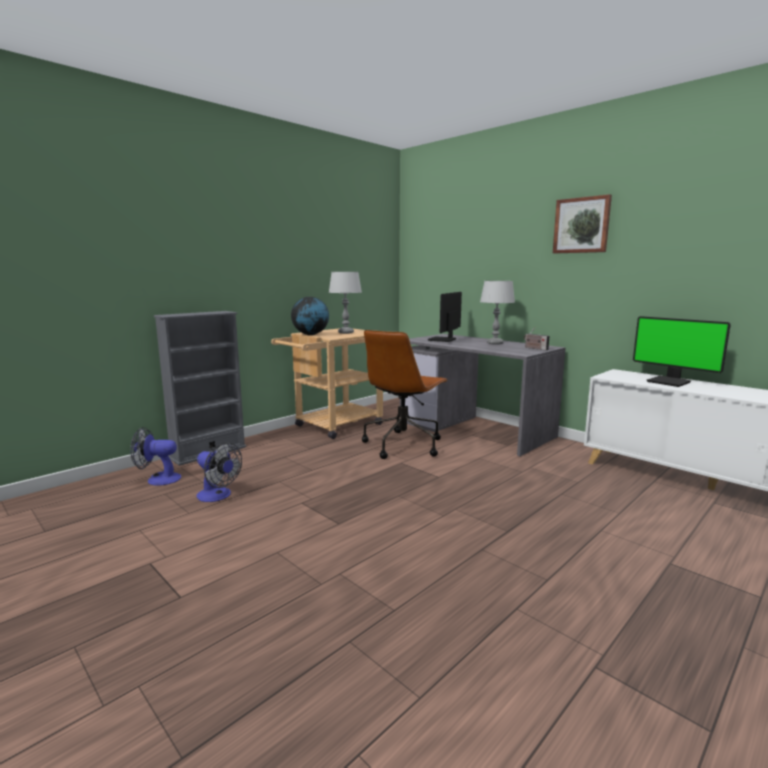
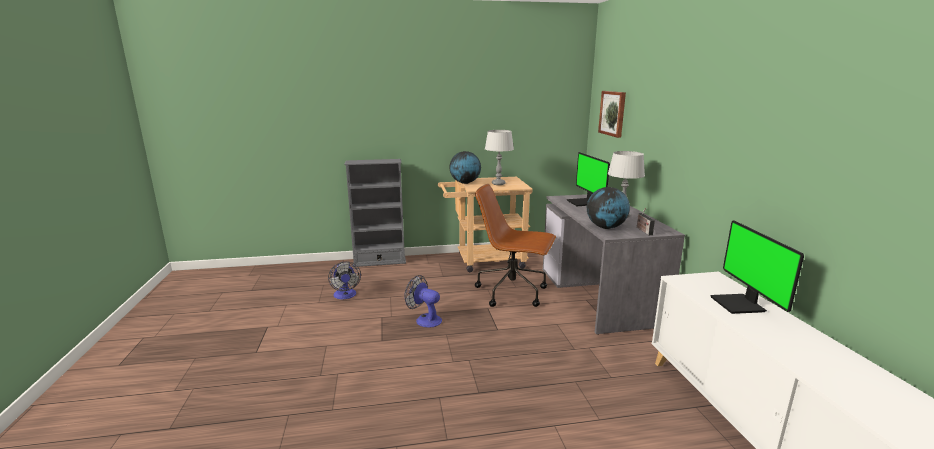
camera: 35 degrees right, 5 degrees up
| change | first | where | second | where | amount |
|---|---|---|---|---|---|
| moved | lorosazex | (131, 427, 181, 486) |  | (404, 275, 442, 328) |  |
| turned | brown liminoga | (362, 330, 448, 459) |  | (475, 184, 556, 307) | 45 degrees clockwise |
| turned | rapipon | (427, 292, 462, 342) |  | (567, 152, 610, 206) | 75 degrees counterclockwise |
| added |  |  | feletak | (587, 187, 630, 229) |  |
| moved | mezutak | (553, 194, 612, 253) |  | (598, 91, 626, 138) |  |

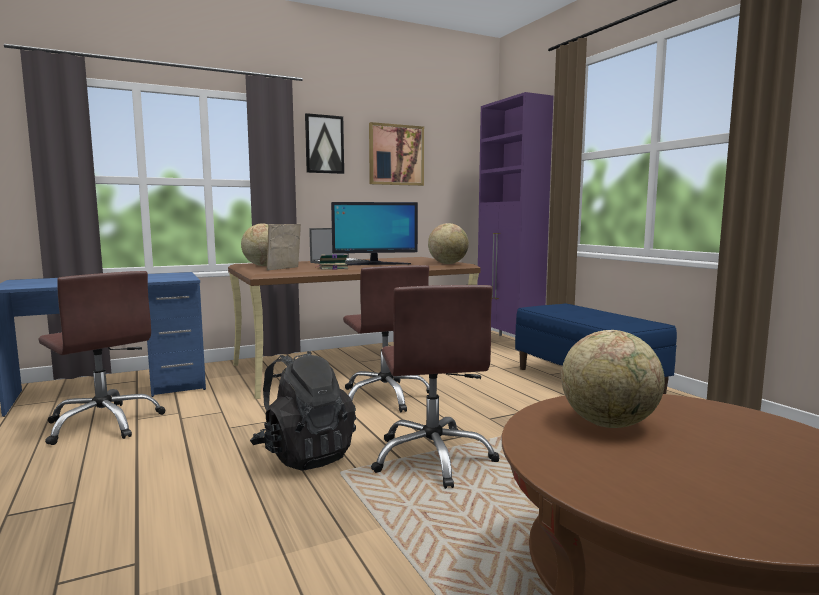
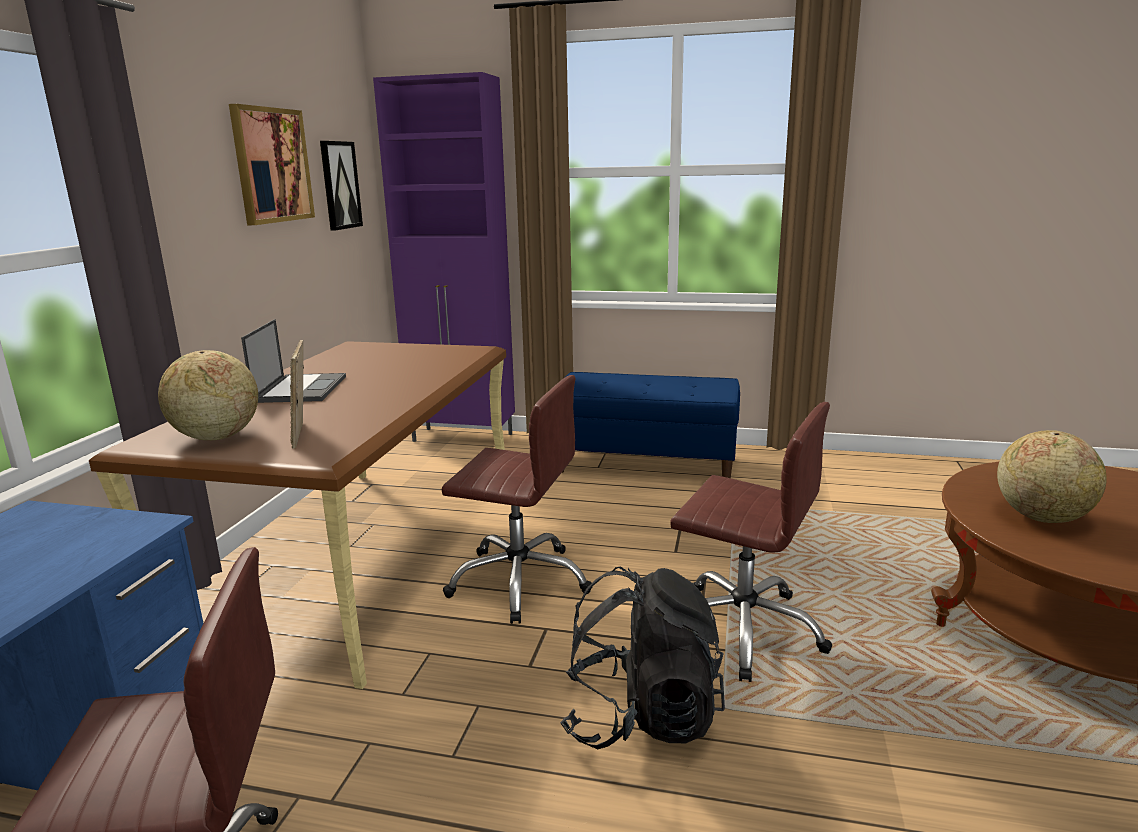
camera: 50 degrees left, 10 degrees up
| change | first | where | second | where | amount |
|---|---|---|---|---|---|
| moved | mezutak | (305, 113, 344, 174) |  | (320, 141, 363, 231) |  |
| removed | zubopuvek | (317, 254, 348, 270) |  |  |  |
| removed | rapipon | (331, 202, 418, 265) |  |  |  |
| removed | feletak | (428, 223, 469, 264) |  |  |  |

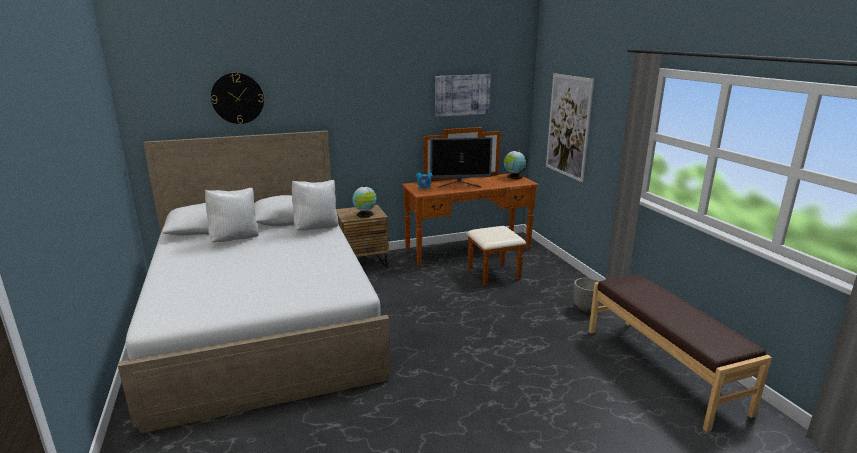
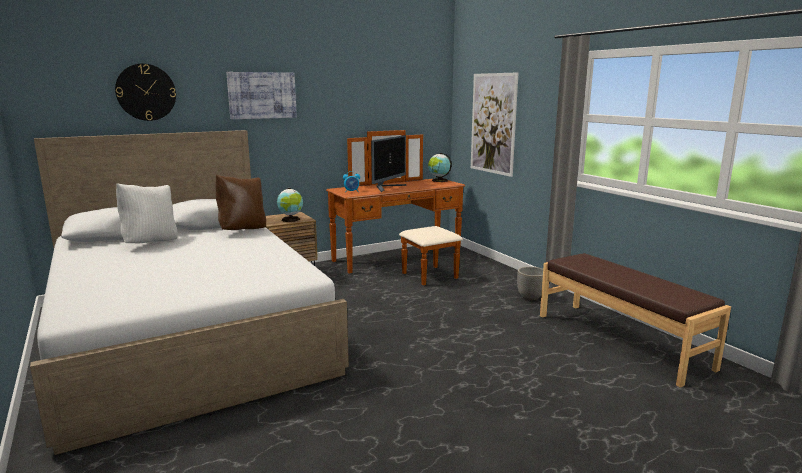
camera: 10 degrees left, 5 degrees down
| change | first | where | second | where | amount |
|---|---|---|---|---|---|
| recoloured | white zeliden | (292, 180, 338, 230) | brown zeliden | (215, 175, 266, 230) |  |
| moved | mezutak | (435, 74, 491, 117) |  | (226, 72, 297, 119) |  |
| turned | rapipon | (430, 137, 493, 188) |  | (371, 135, 406, 192) | 45 degrees counterclockwise |

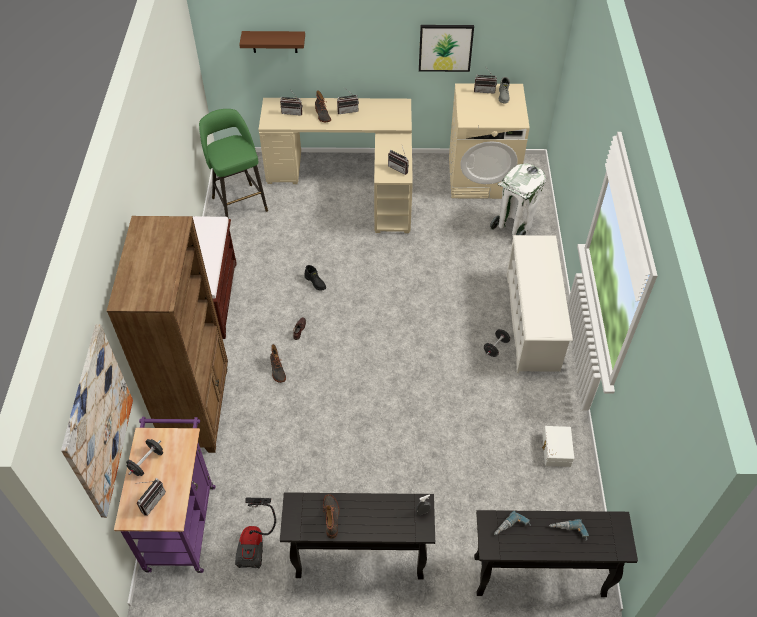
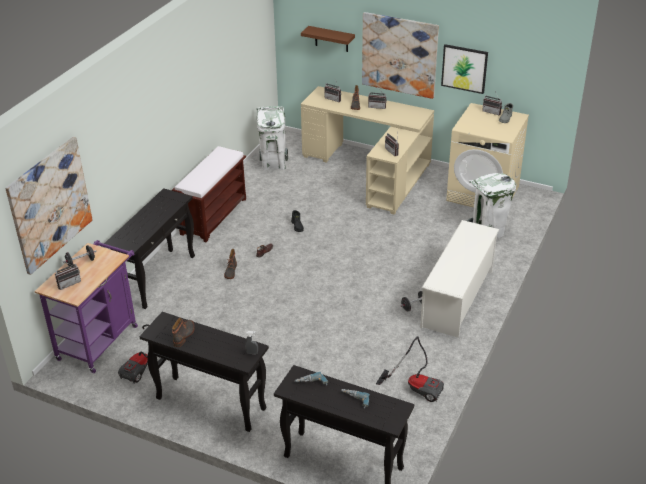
camera: 25 degrees right, 15 degrees down
| change | first | where | second | where | amount |
|---|---|---|---|---|---|
| replaced | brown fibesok | (107, 216, 228, 453) | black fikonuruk | (104, 188, 195, 309) |  |
| replaced | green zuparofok | (199, 109, 268, 219) | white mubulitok | (257, 106, 288, 170) |  |
| added |  |  | mezutak | (362, 12, 439, 99) |  |
| replaced | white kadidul | (542, 426, 574, 467) | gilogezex | (376, 336, 444, 402) |  |

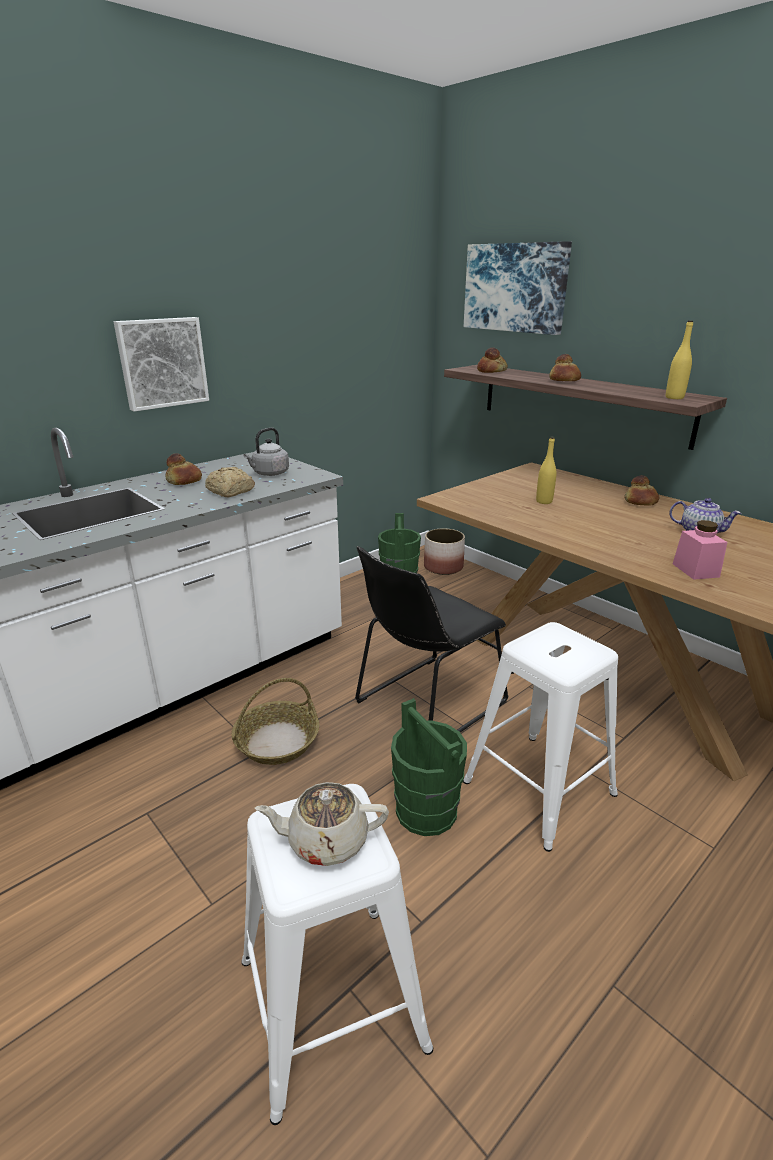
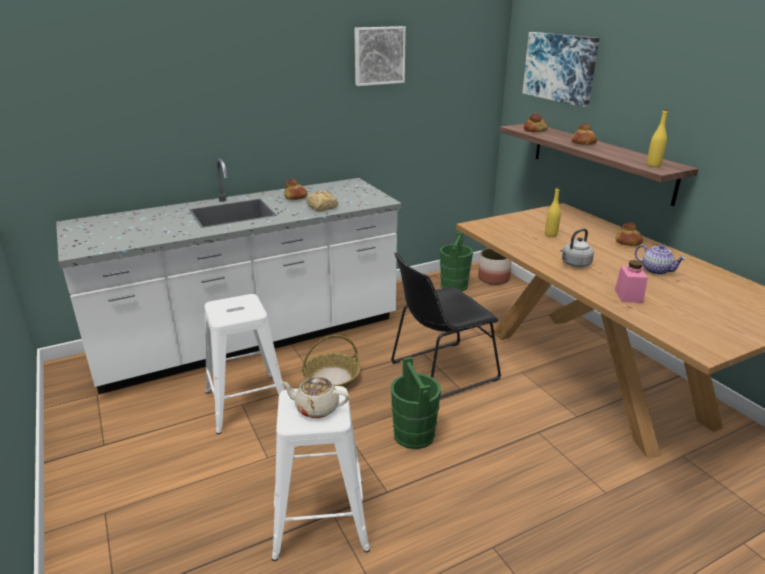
camera: 15 degrees right, 0 degrees up
| change | first | where | second | where | amount |
|---|---|---|---|---|---|
| moved | white zuparofok | (463, 622, 618, 852) |  | (204, 294, 284, 434) |  |
| moved | mezutak | (114, 317, 209, 411) |  | (354, 26, 406, 86) |  |
| moved | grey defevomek | (243, 427, 289, 476) |  | (560, 229, 594, 267) |  |

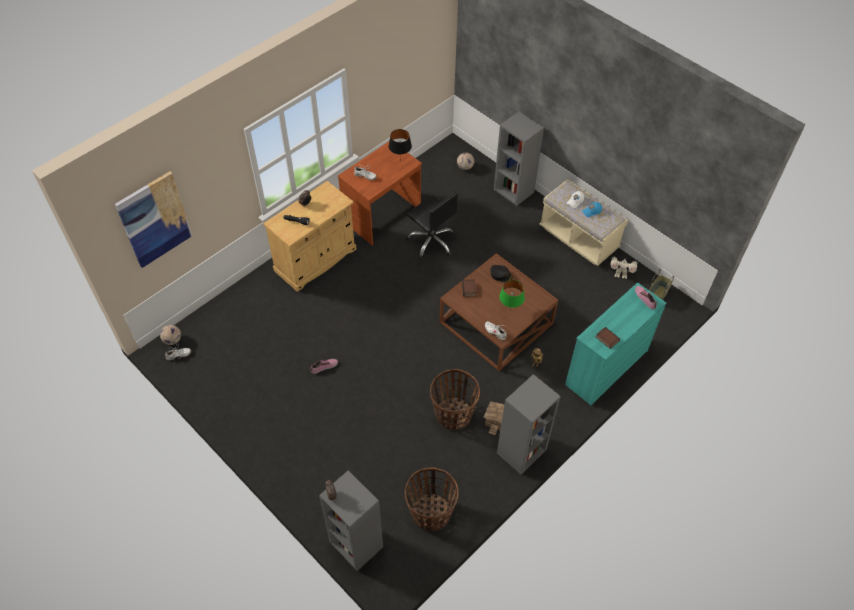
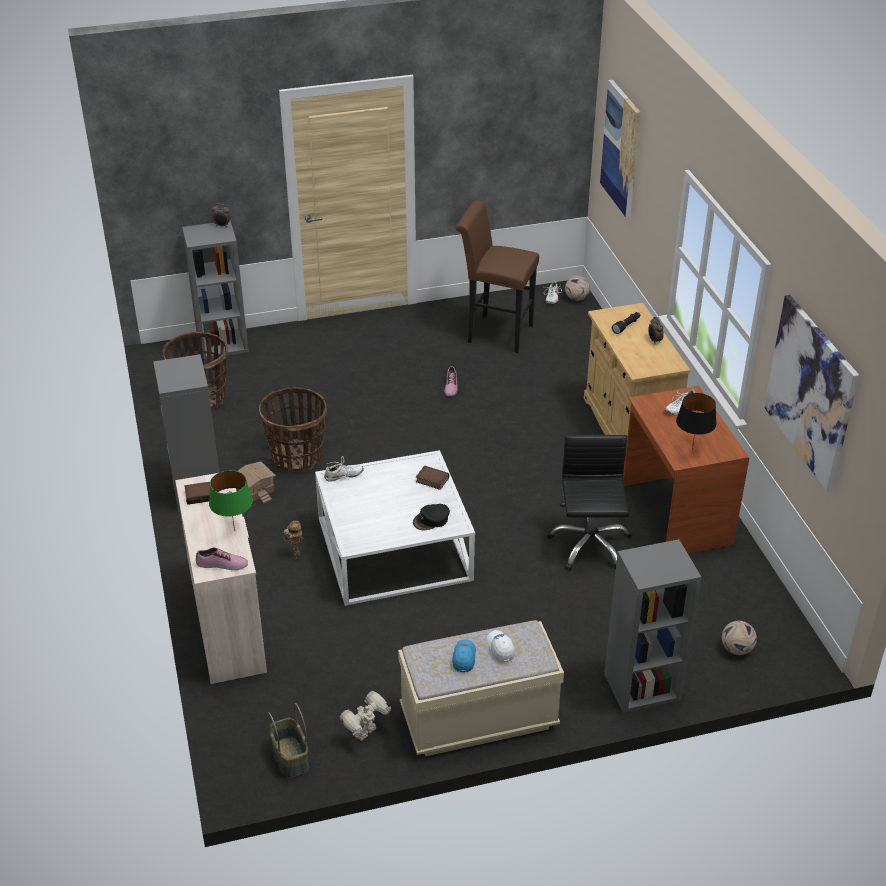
camera: 120 degrees right, 15 degrees down
| change | first | where | second | where | amount |
|---|---|---|---|---|---|
| recoloured | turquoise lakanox | (565, 282, 666, 406) | beige lakanox | (175, 473, 267, 684) |  |
| moved | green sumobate | (499, 280, 525, 309) |  | (209, 470, 253, 531) |  |
| recoloured | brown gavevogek | (439, 253, 558, 371) | white gavevogek | (315, 450, 475, 606) |  |
| added |  |  | brown zuparofok | (455, 200, 539, 353) |  |
| turned | black liminoga | (406, 192, 458, 260) |  | (547, 435, 632, 571) | 105 degrees clockwise |
| added |  |  | mezutak | (764, 295, 859, 491) |  |

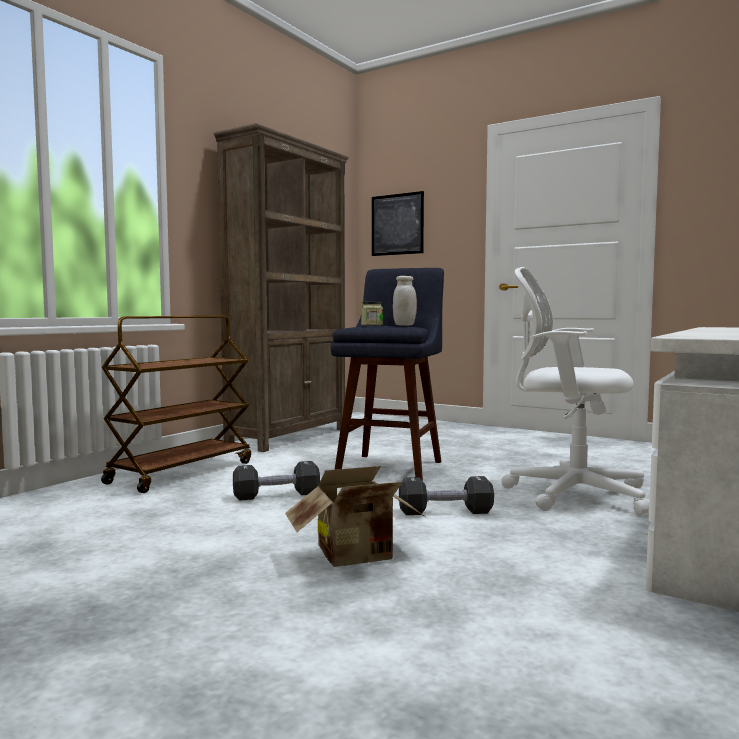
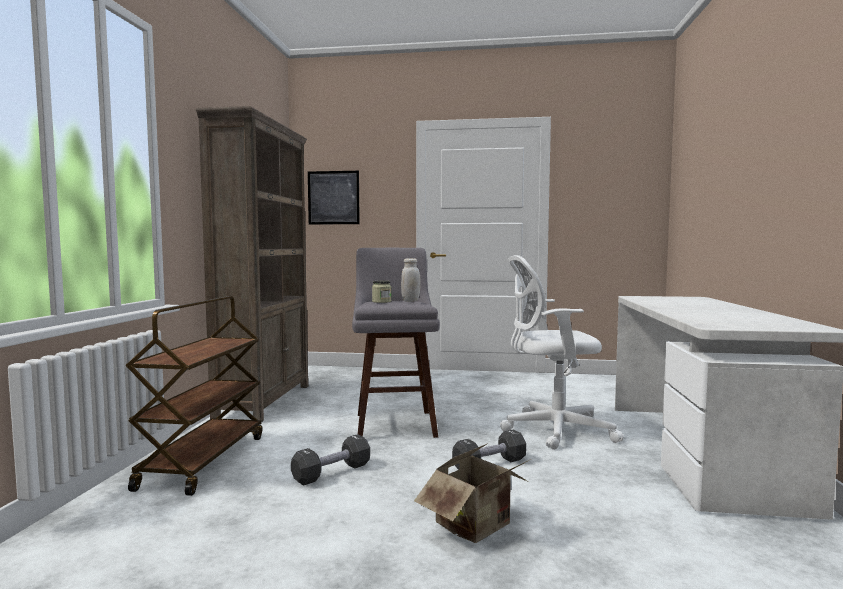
camera: 25 degrees left, 0 degrees up
| change | first | where | second | where | amount |
|---|---|---|---|---|---|
| recoloured | blue zuparofok | (331, 268, 444, 481) | grey zuparofok | (352, 248, 440, 438) |  |

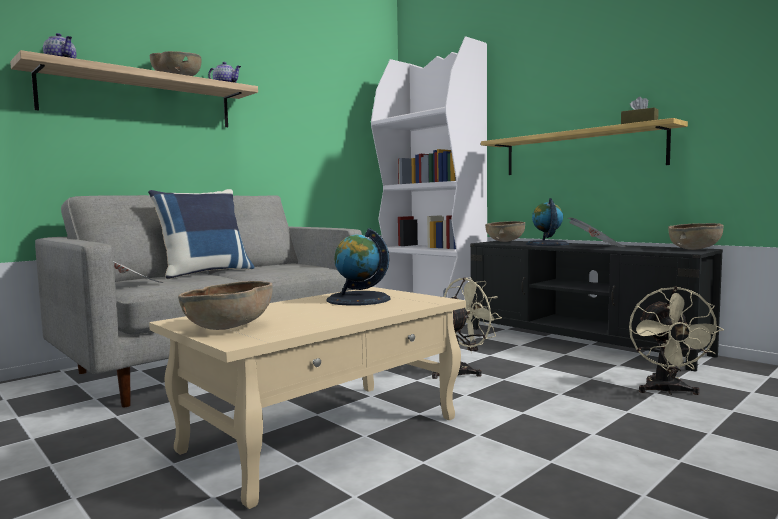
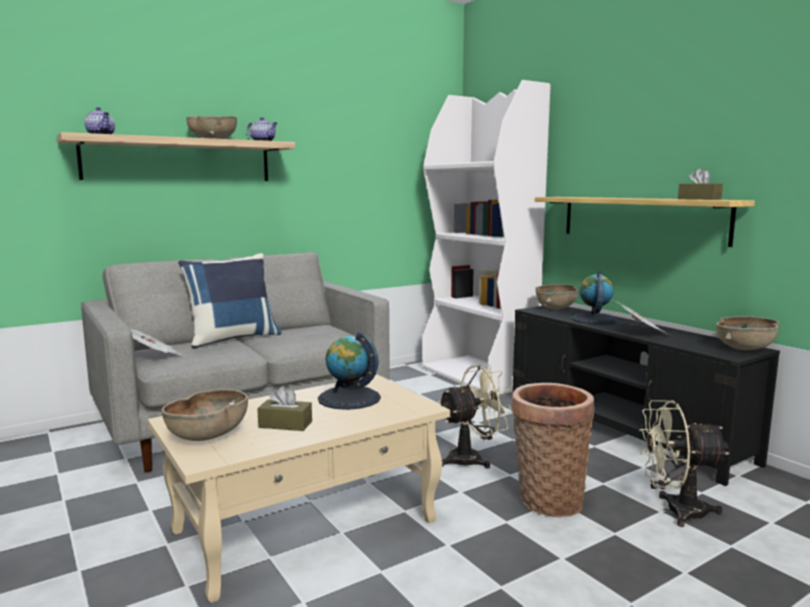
camera: 10 degrees right, 5 degrees up
| change | first | where | second | where | amount |
|---|---|---|---|---|---|
| added |  |  | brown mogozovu | (257, 386, 312, 431) |  |
| added |  |  | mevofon | (511, 383, 594, 517) |  |
| turned | beige lorosazex | (629, 287, 724, 395) |  | (639, 400, 730, 527) | 75 degrees clockwise |

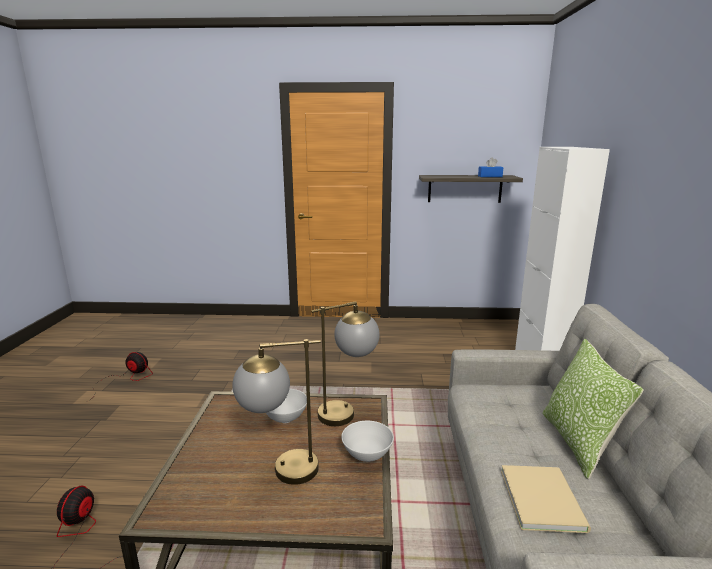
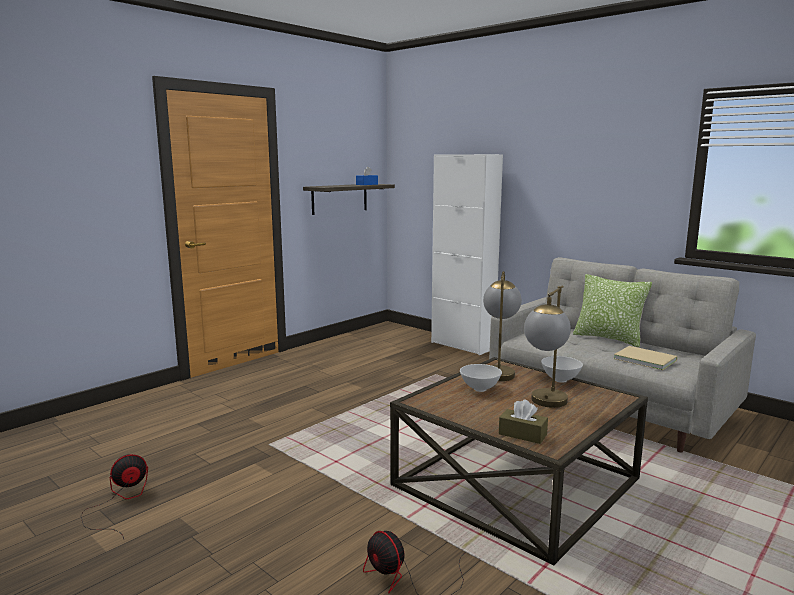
camera: 50 degrees left, 5 degrees down
| change | first | where | second | where | amount |
|---|---|---|---|---|---|
| added |  |  | brown mogozovu | (499, 399, 548, 444) |  |

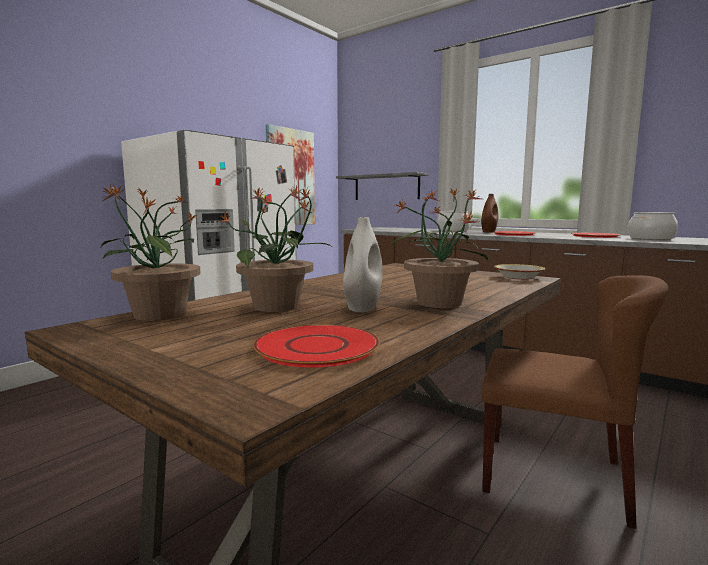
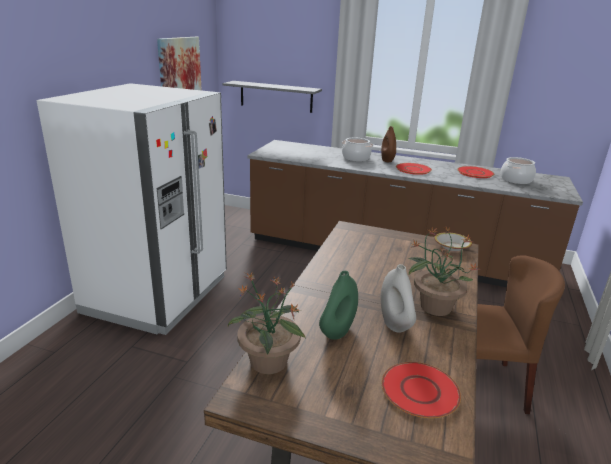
camera: 20 degrees left, 15 degrees up
| change | first | where | second | where | amount |
|---|---|---|---|---|---|
| replaced | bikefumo | (218, 186, 331, 312) | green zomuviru | (319, 271, 358, 340) |  |

